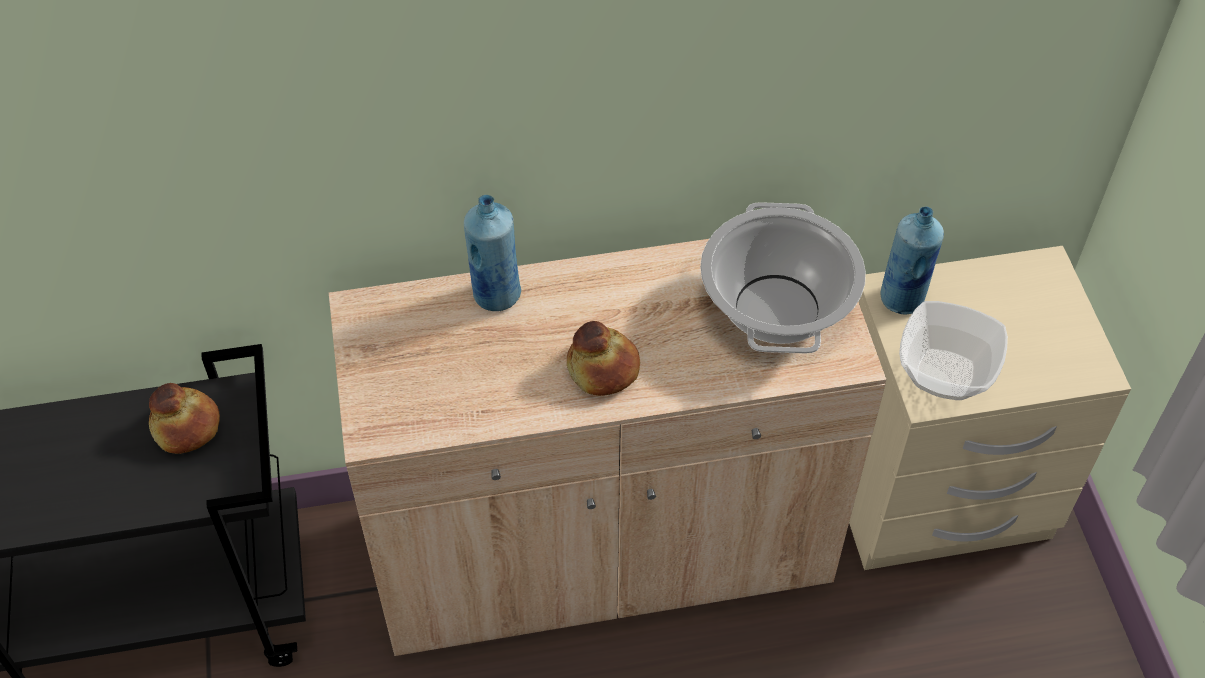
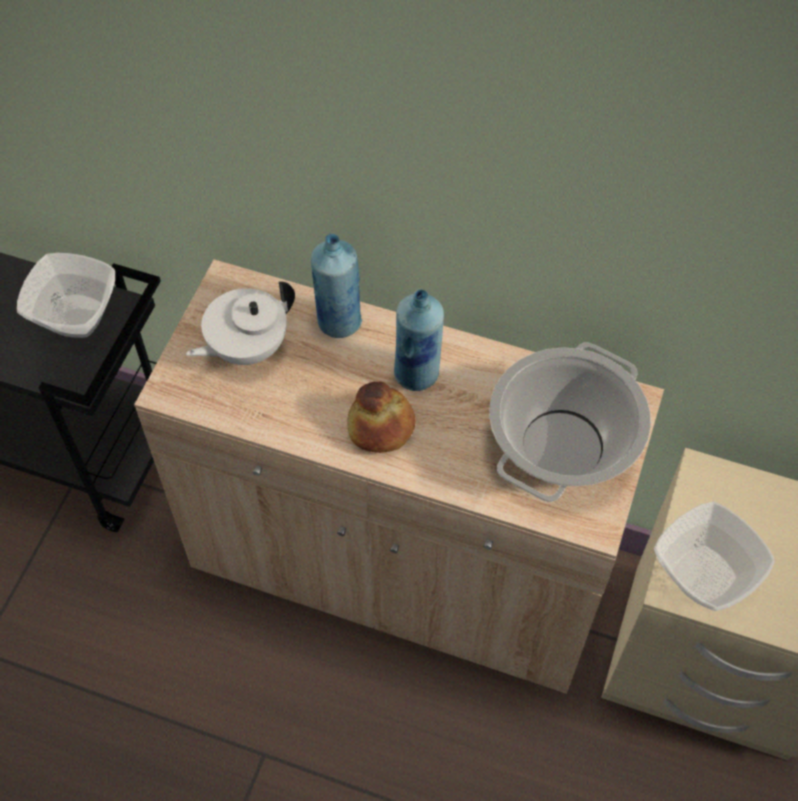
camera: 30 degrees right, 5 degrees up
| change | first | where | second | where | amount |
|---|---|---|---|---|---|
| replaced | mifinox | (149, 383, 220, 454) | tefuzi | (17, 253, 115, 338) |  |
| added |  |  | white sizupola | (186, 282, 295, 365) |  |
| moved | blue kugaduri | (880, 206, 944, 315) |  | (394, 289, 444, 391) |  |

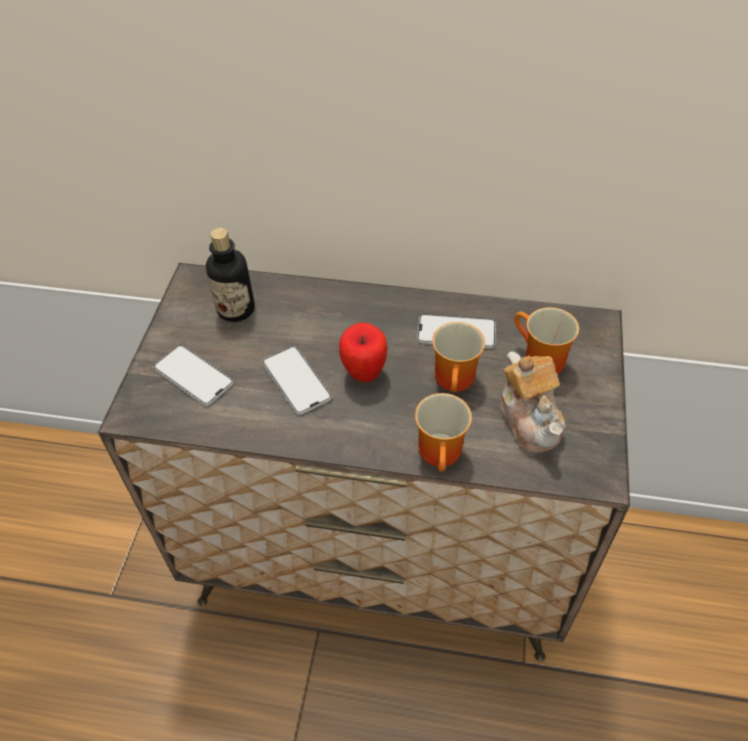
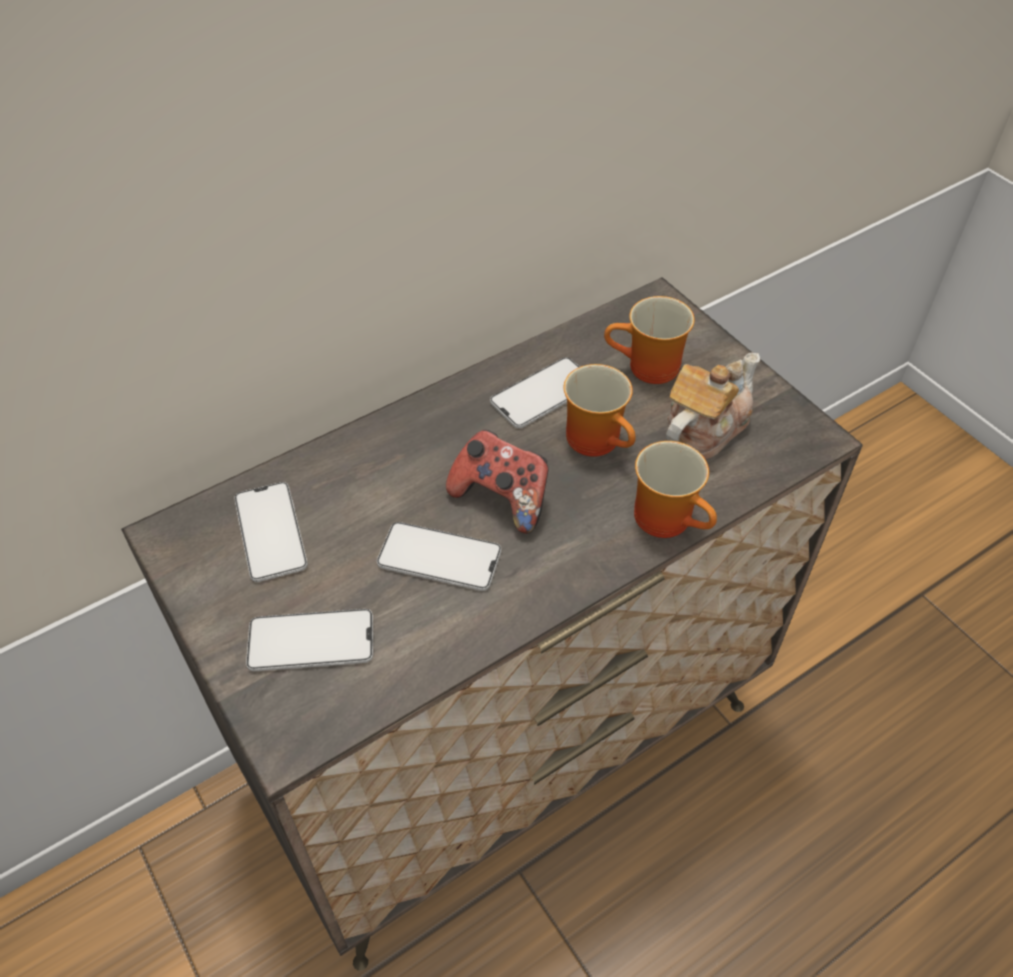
camera: 45 degrees left, 0 degrees up
| change | first | where | second | where | amount |
|---|---|---|---|---|---|
| replaced | kugaduri | (206, 228, 255, 322) | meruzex | (234, 482, 308, 582) |  |
| replaced | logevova | (339, 323, 388, 382) | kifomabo | (446, 430, 549, 534) |  |
| turned | sizupola | (500, 351, 566, 453) |  | (665, 352, 760, 460) | 75 degrees counterclockwise |

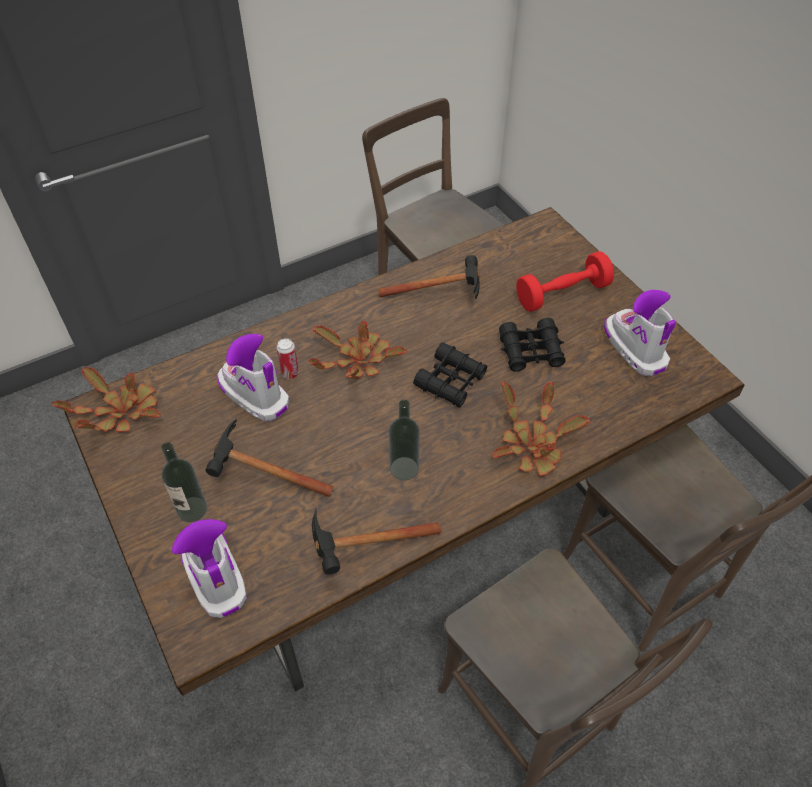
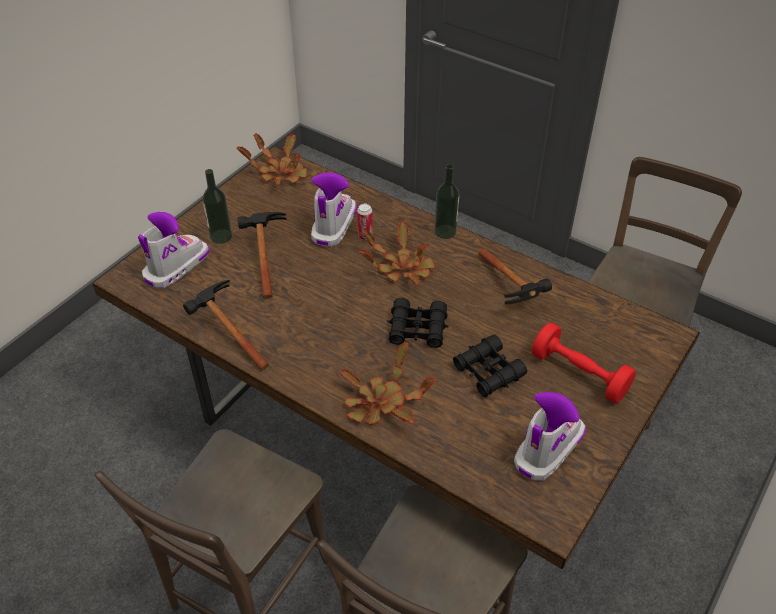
camera: 65 degrees right, 5 degrees down
| change | first | where | second | where | amount |
|---|---|---|---|---|---|
| moved | kugaduri | (389, 400, 420, 481) |  | (434, 164, 459, 239) |  |

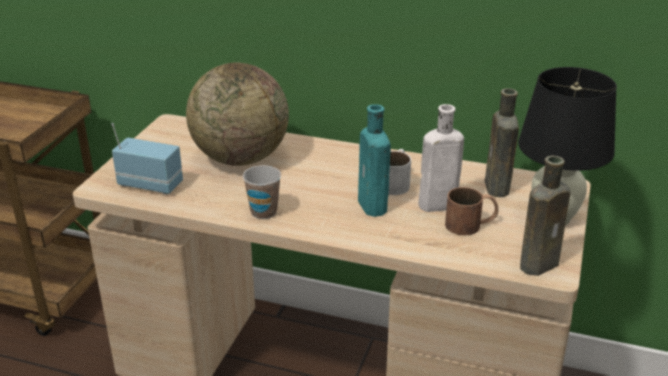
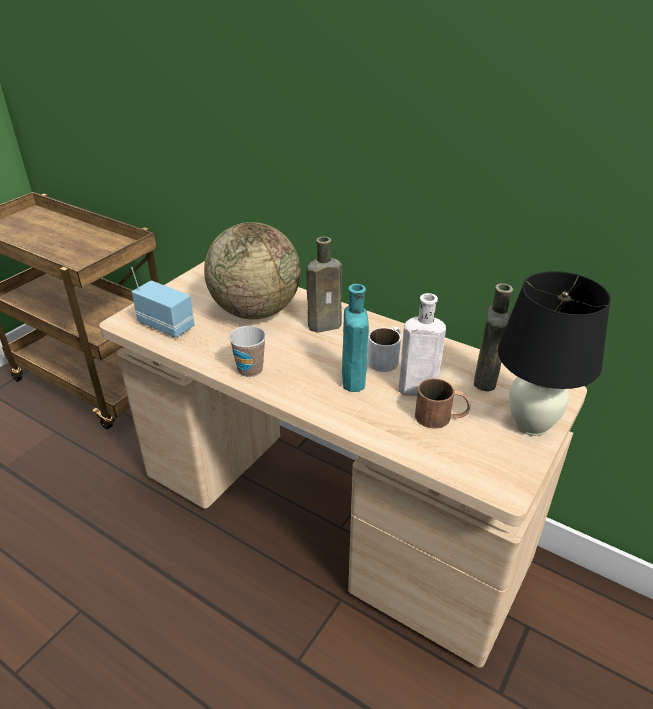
camera: 15 degrees right, 5 degrees up
| change | first | where | second | where | amount |
|---|---|---|---|---|---|
| moved | brown kugaduri | (520, 156, 570, 276) |  | (306, 237, 342, 333) |  |

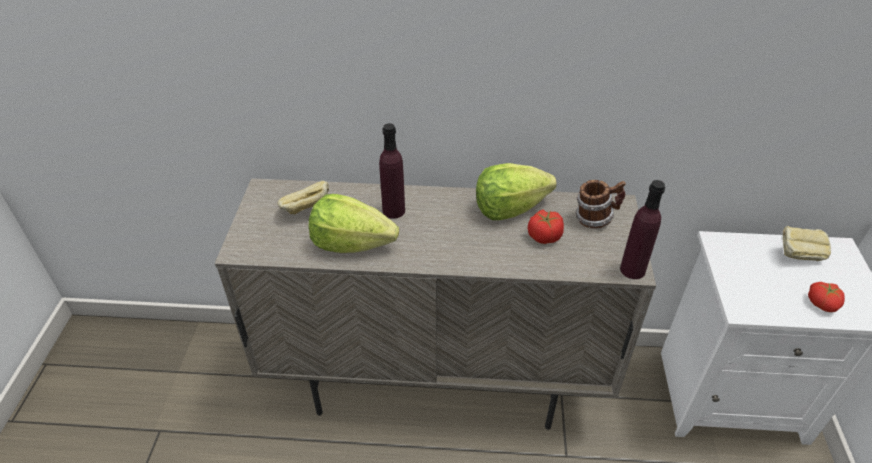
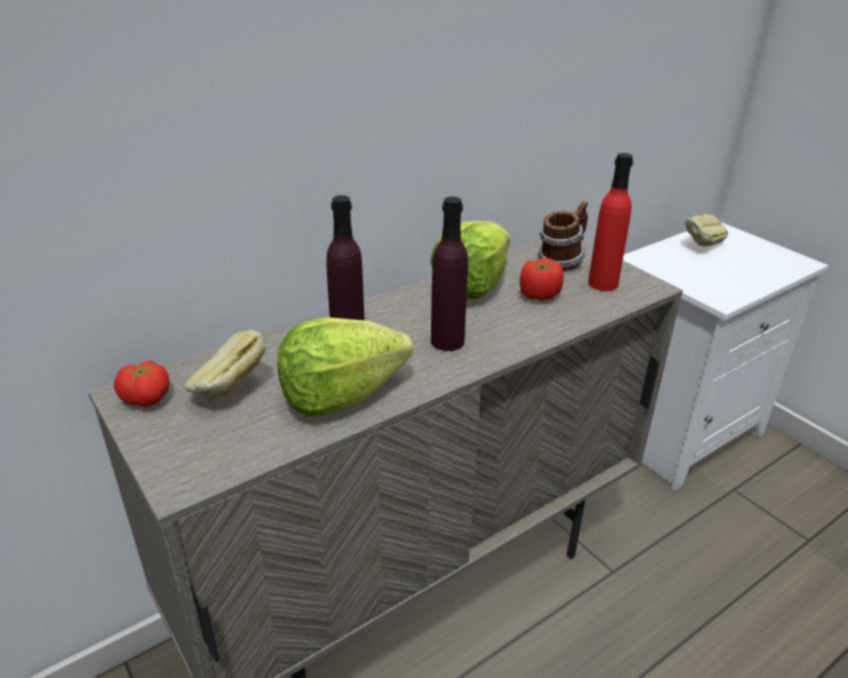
camera: 40 degrees left, 10 degrees down
| change | first | where | second | where | amount |
|---|---|---|---|---|---|
| moved | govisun | (808, 282, 845, 312) |  | (114, 361, 169, 407) |  |
| moved | purple kugaduri | (620, 180, 665, 279) |  | (431, 197, 468, 351) |  |
| added |  |  | red kugaduri | (588, 153, 633, 291) |  |

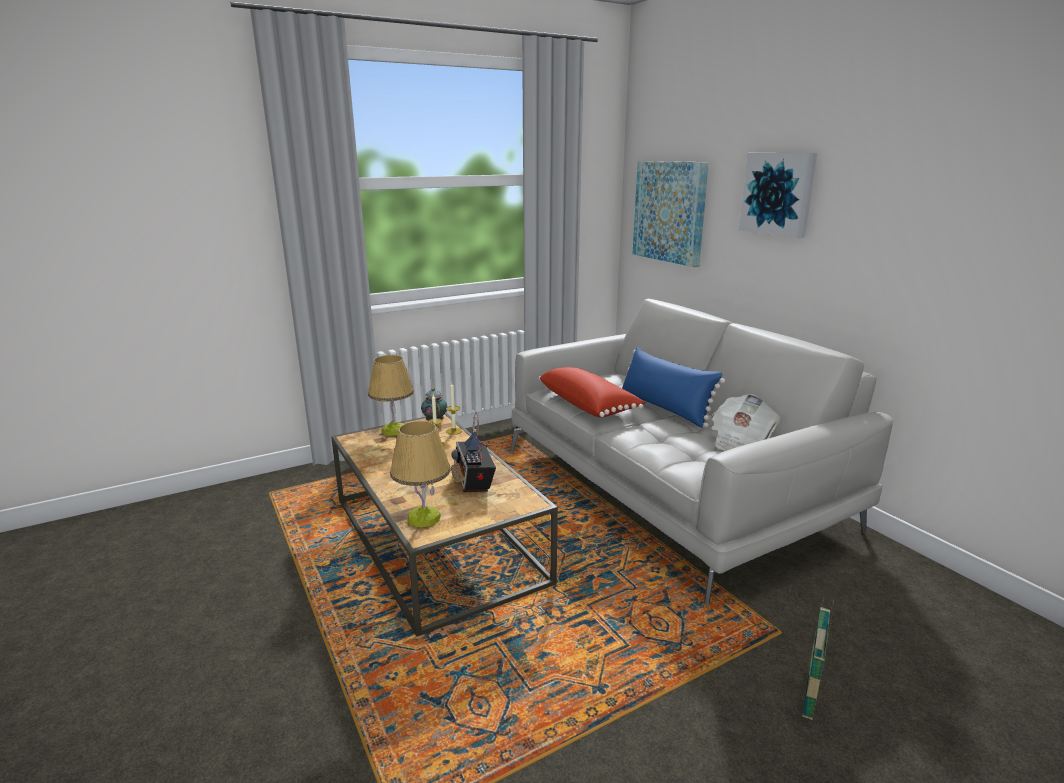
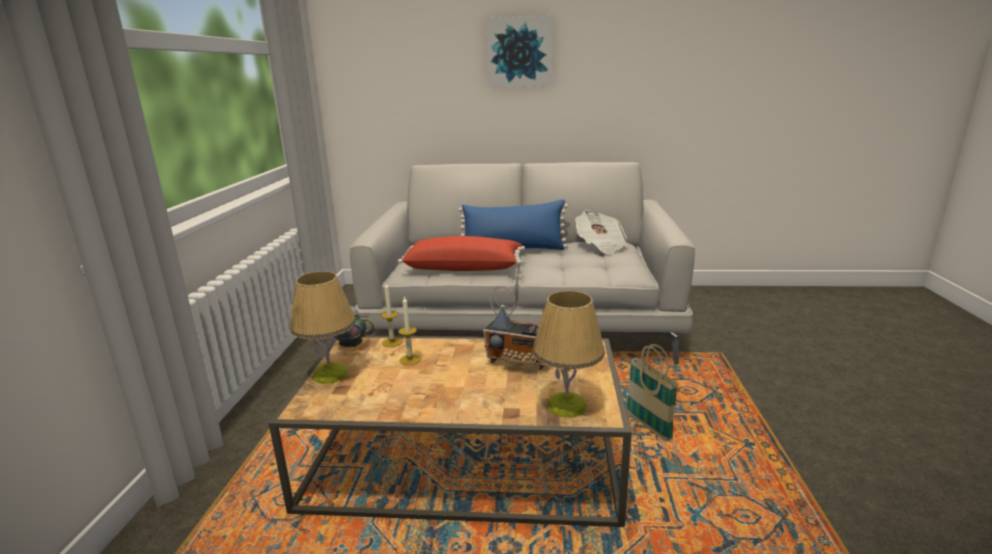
camera: 55 degrees left, 0 degrees up
| change | first | where | second | where | amount |
|---|---|---|---|---|---|
| moved | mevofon | (802, 597, 834, 720) |  | (626, 344, 679, 442) |  |
| removed | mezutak | (633, 161, 709, 267) |  |  |  |

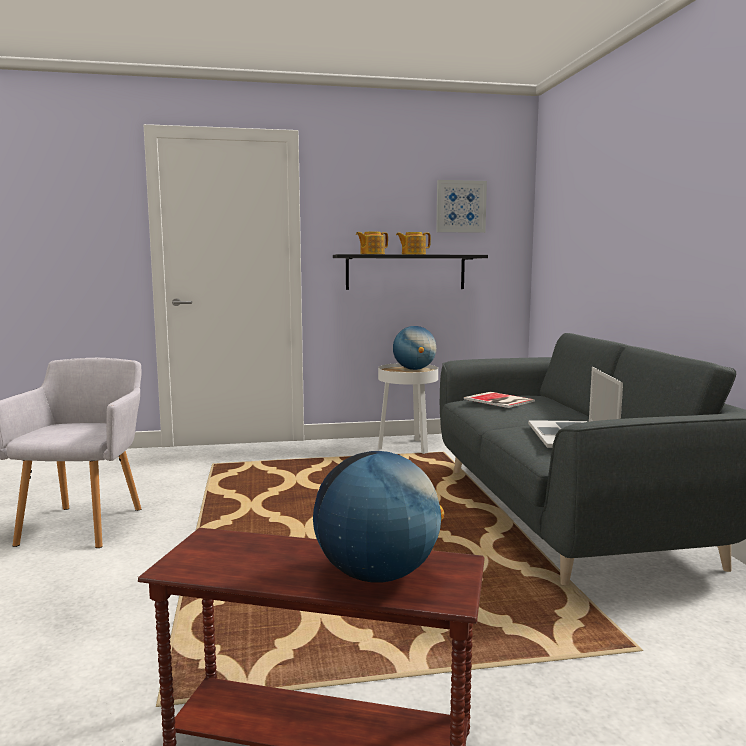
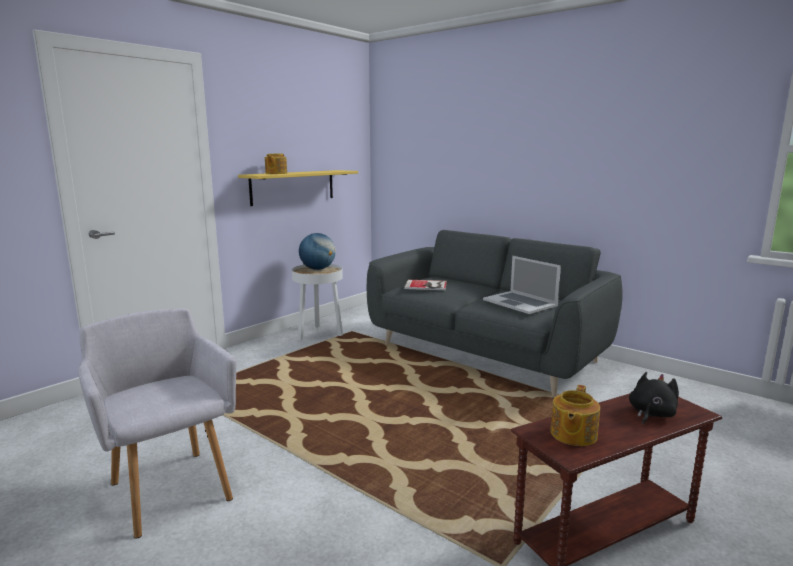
camera: 40 degrees left, 5 degrees up
| change | first | where | second | where | amount |
|---|---|---|---|---|---|
| recoloured | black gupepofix | (333, 254, 488, 290) | yellow gupepofix | (238, 170, 358, 206) |  |
| moved | sizupola | (396, 232, 431, 255) |  | (550, 385, 600, 446) |  |
| replaced | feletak | (313, 451, 444, 583) | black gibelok | (629, 372, 679, 425) |  |
| removed | mezutak | (436, 180, 487, 233) |  |  |  |

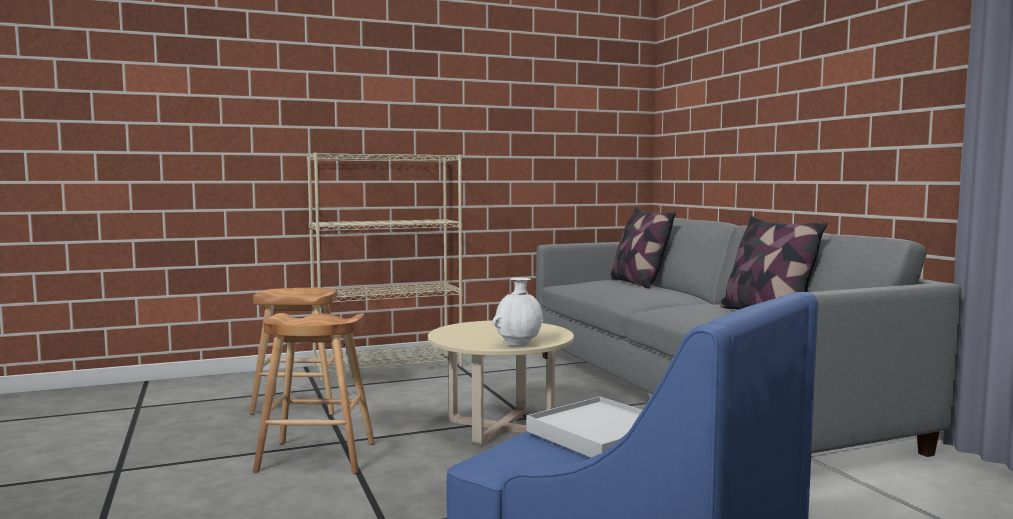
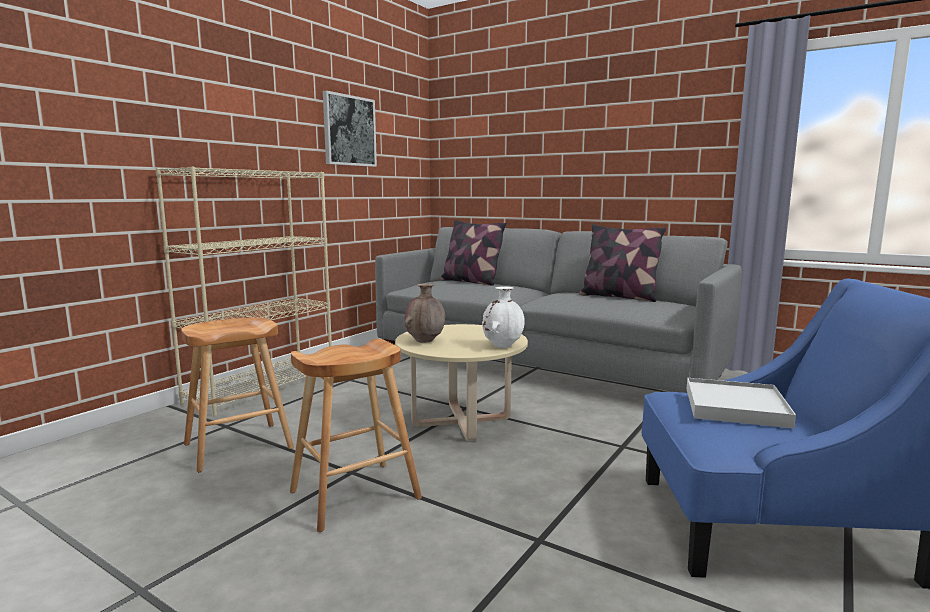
camera: 35 degrees left, 5 degrees up
| change | first | where | second | where | amount |
|---|---|---|---|---|---|
| added |  |  | mezutak | (323, 91, 377, 167) |  |
| added |  |  | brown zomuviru | (405, 283, 445, 343) |  |

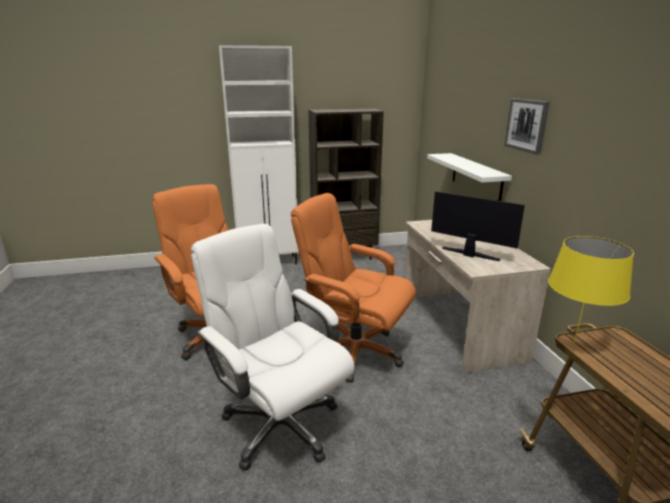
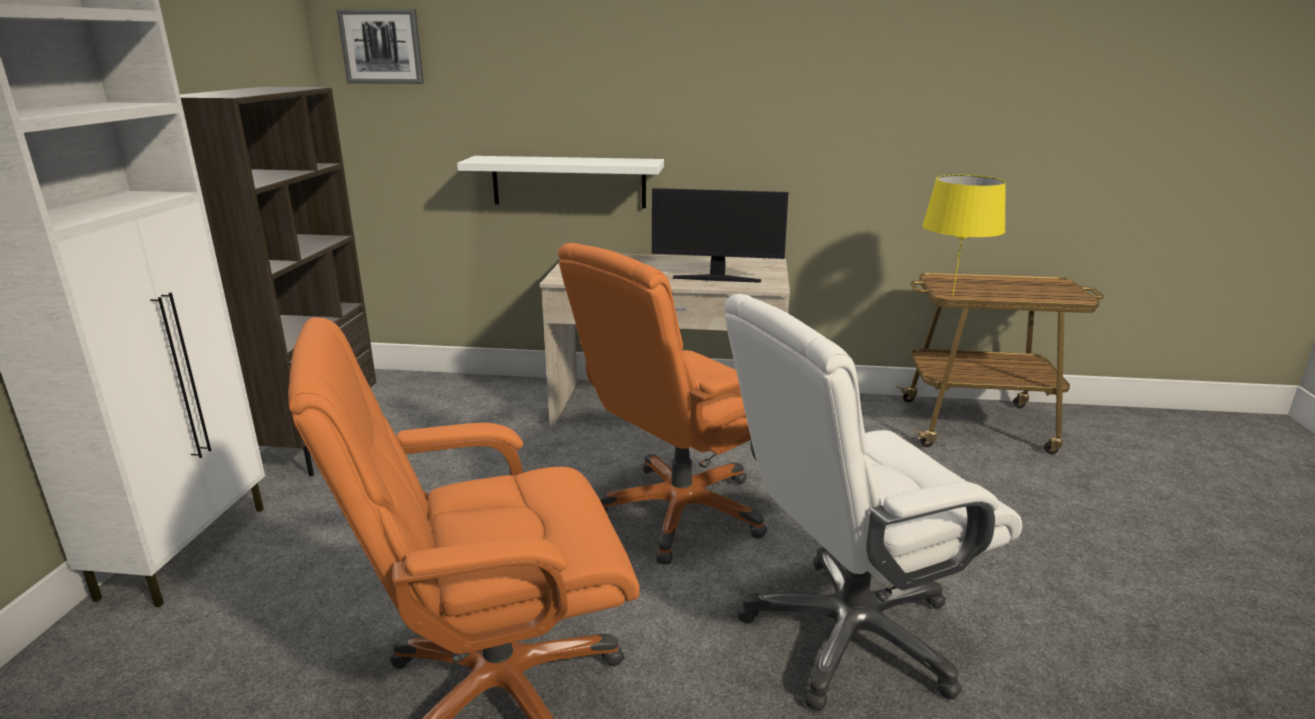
camera: 70 degrees left, 0 degrees up
| change | first | where | second | where | amount |
|---|---|---|---|---|---|
| moved | mezutak | (504, 98, 550, 155) |  | (337, 9, 424, 84) |  |
| turned | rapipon | (431, 191, 525, 261) |  | (652, 188, 788, 283) | 135 degrees counterclockwise |

